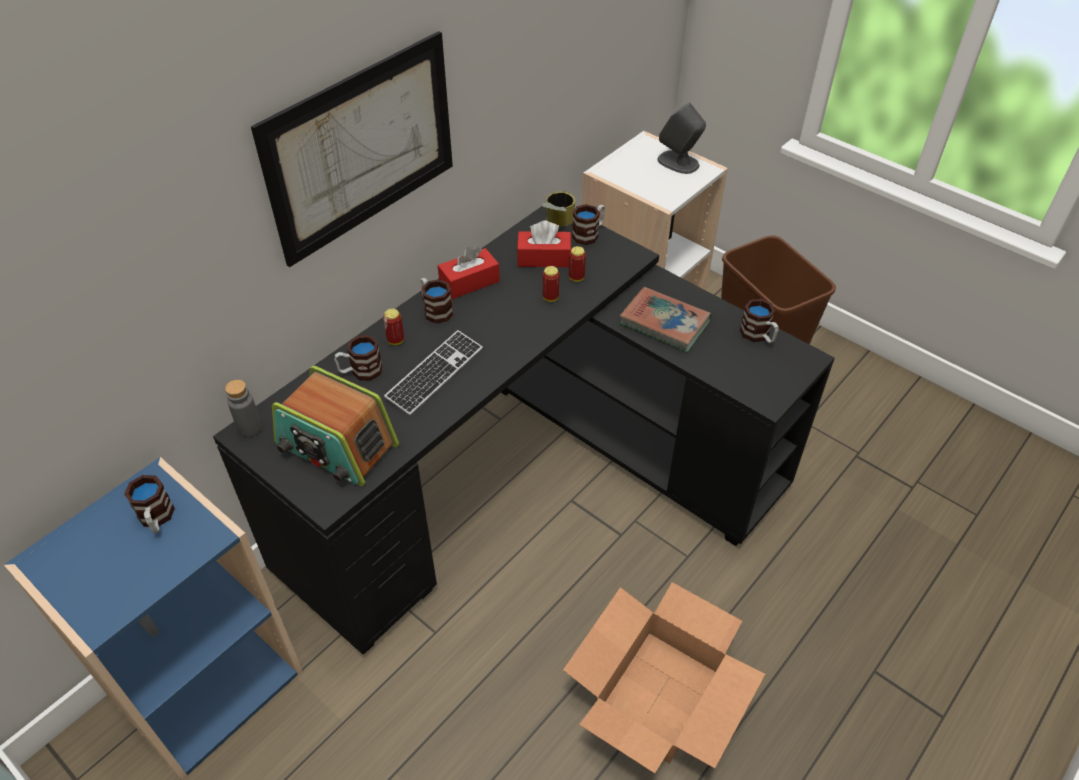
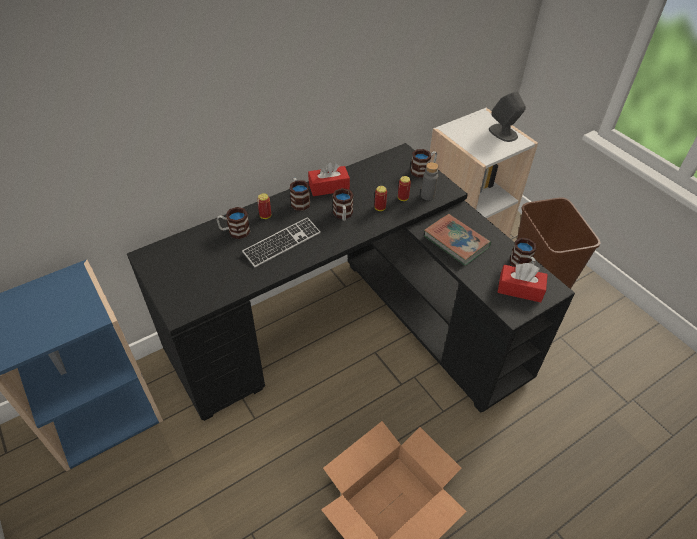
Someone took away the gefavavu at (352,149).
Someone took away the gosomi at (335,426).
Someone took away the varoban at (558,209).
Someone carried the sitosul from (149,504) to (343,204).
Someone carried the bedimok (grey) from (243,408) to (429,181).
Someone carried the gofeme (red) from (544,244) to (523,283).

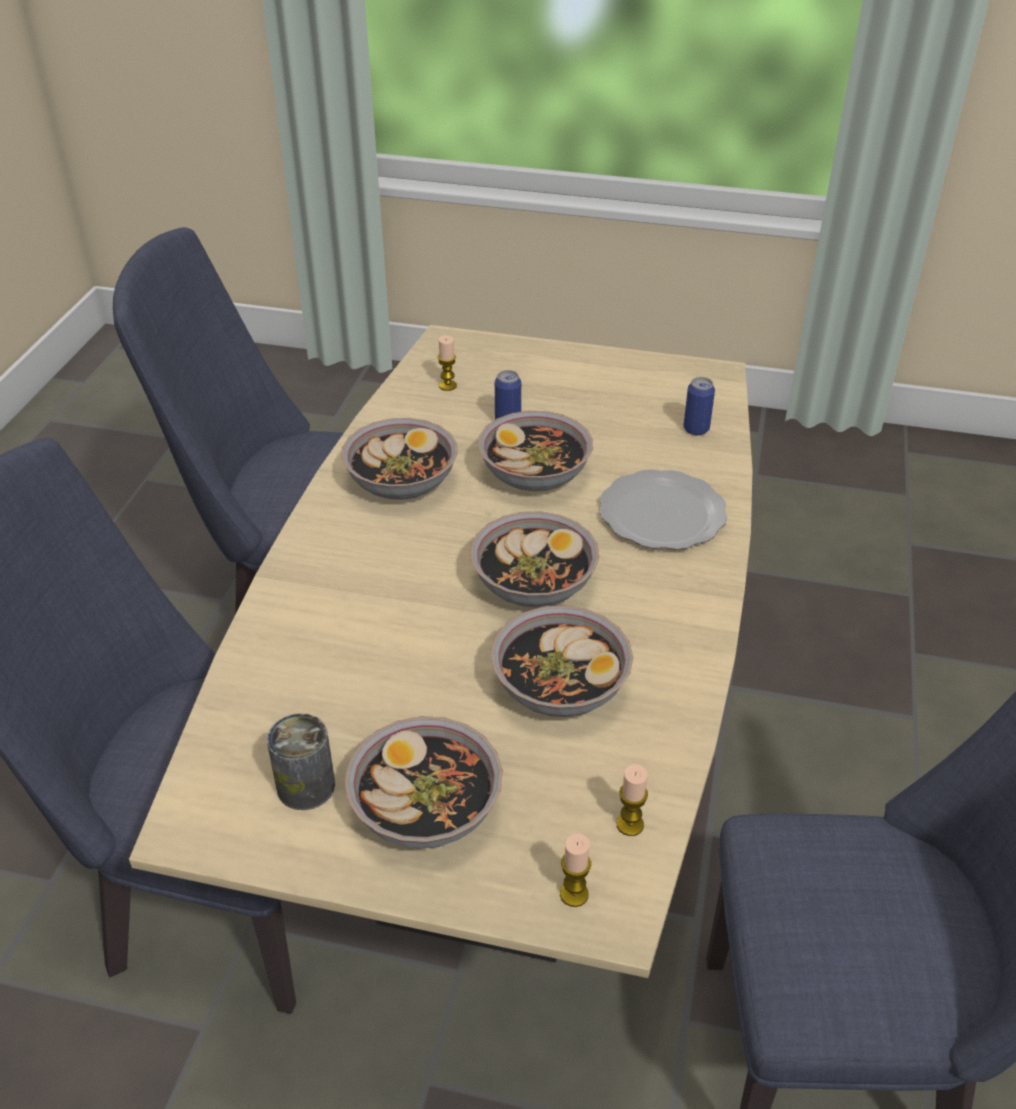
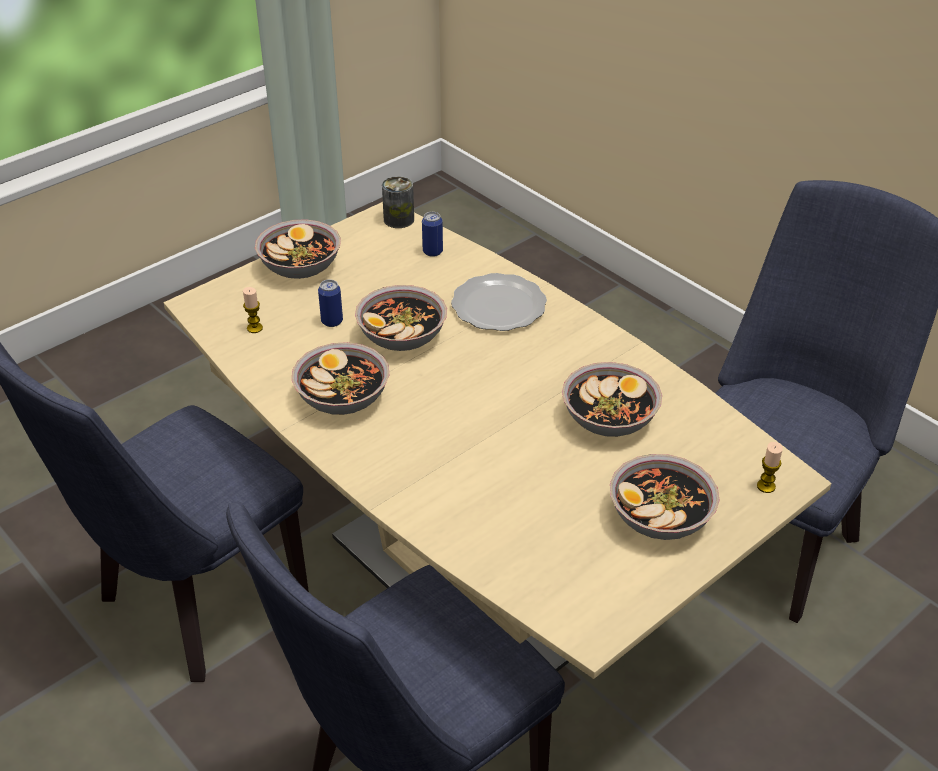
Someone took away the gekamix at (632,800).
Someone carried the varoban from (301,761) to (398,202).
Someone carried the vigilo from (534,559) to (298,249).

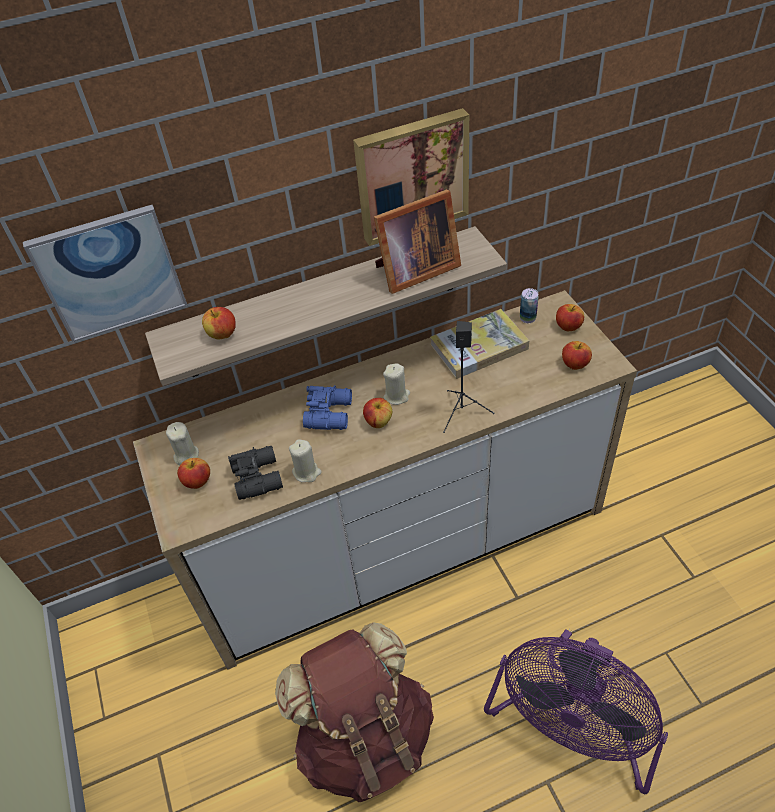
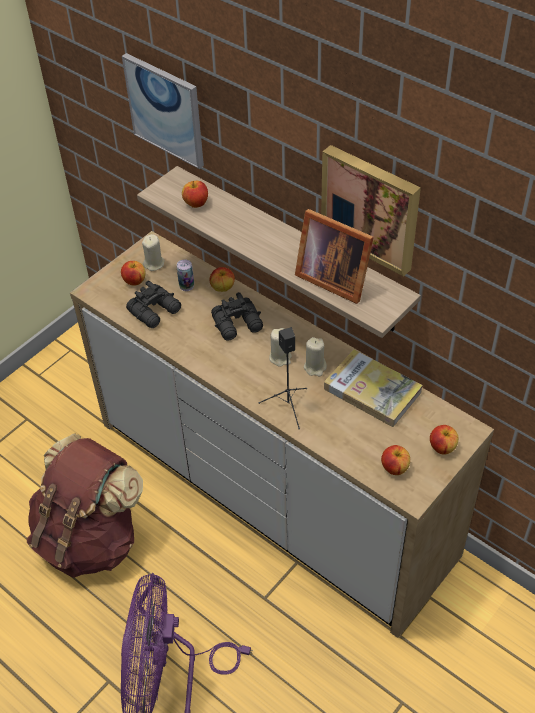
Someone carried the gekamix (beige) from (305,461) to (315,356).
Someone carried the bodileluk from (377,413) to (222,279).
Someone carried the varoban from (529,305) to (185,275).
Someone repainted the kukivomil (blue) at (327,407), which became the kukivomil (black) at (237,316).

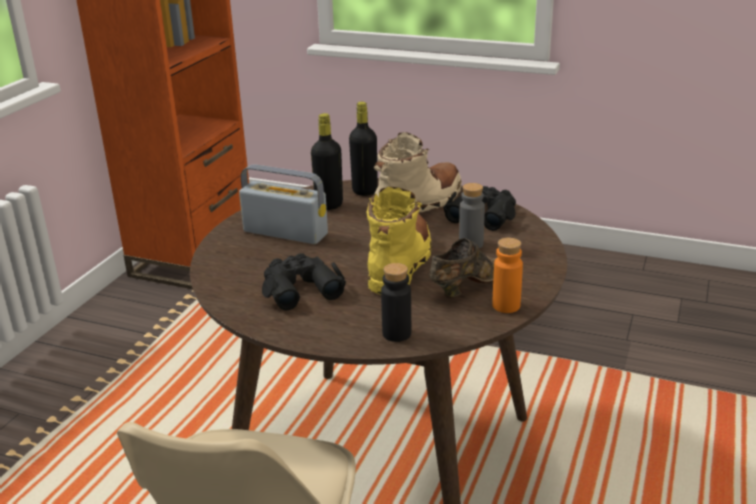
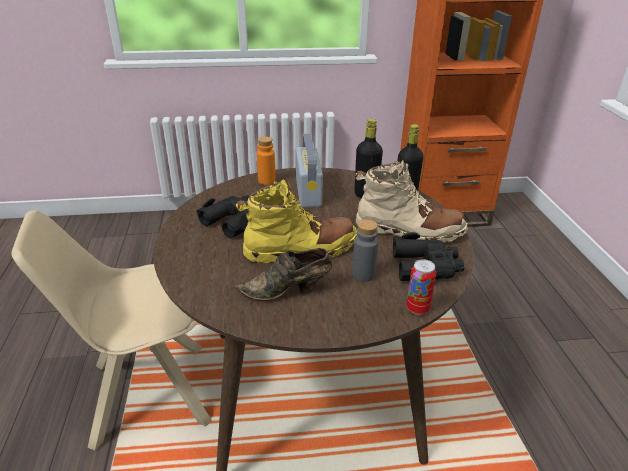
Someone took away the bedimok (black) at (396,302).
Someone put down the varoban at (421,287).
Someone carried the bedimok (orange) from (507,275) to (266,160).
Someone rotated the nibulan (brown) at (462,268) by 150 degrees clockwise.

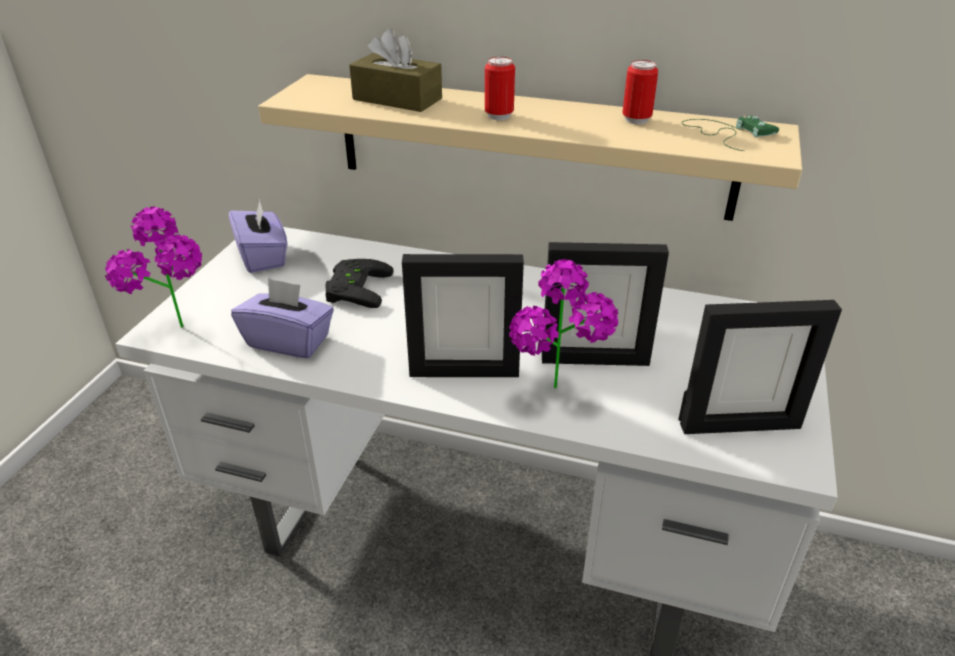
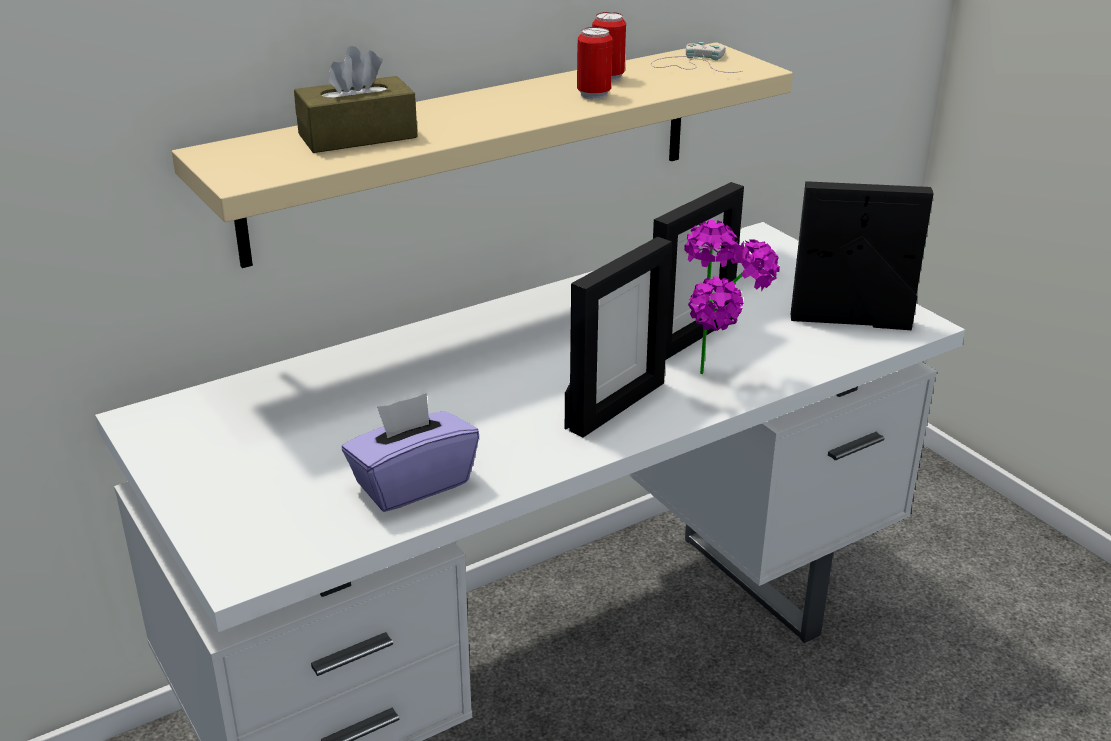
Someone took away the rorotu at (153,267).
Someone took away the gofeme (purple) at (258,236).
Someone took away the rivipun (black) at (359,283).
Someone carried the varoban from (500,88) to (595,63).
Someone repainted the rivipun (green) at (730,133), which became the rivipun (white) at (697,57).
Someone rotated the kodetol at (760,367) by 120 degrees counterclockwise.

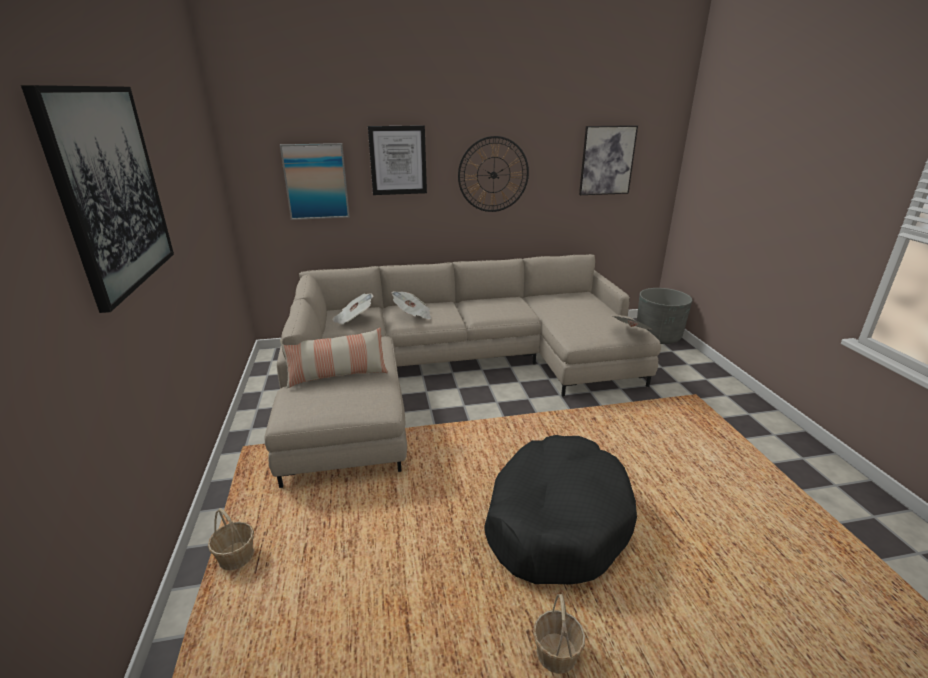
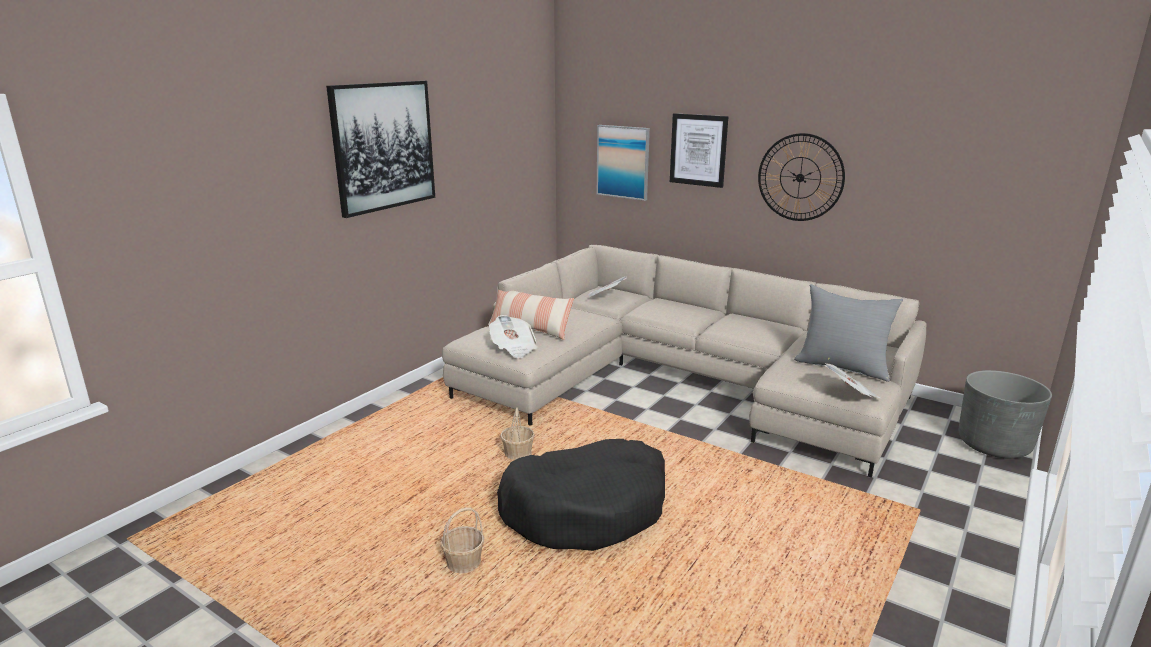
Someone took away the gefavavu at (608,160).
Someone put down the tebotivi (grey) at (848,333).
Someone carried the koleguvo from (231,539) to (517,433).
Someone carried the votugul from (411,305) to (513,337).

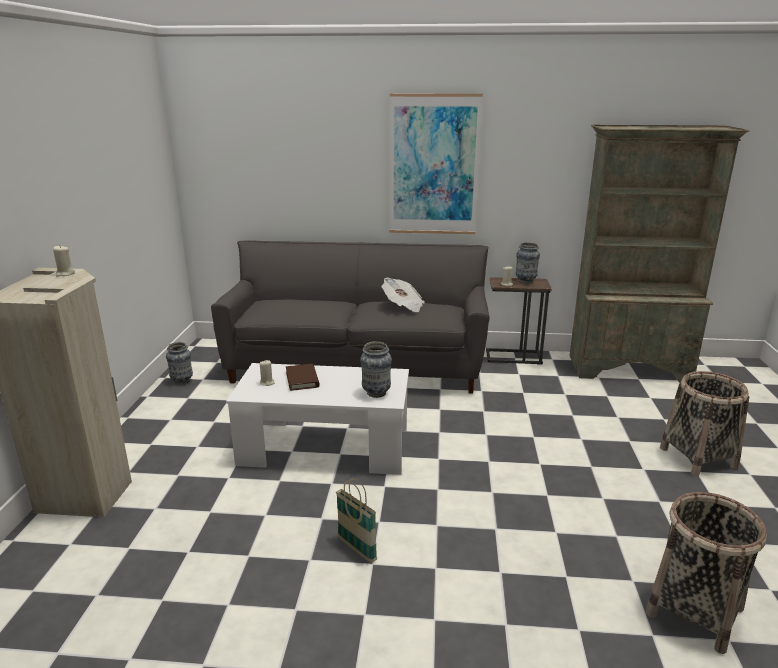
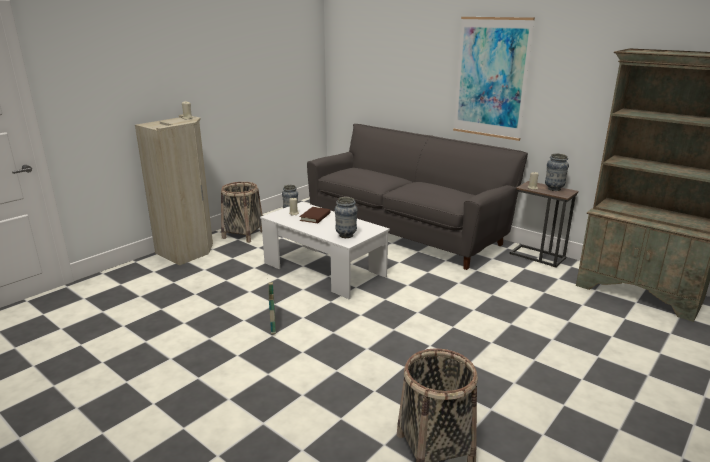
Someone took away the votugul at (403,295).
Someone carried the koleguvo from (704,423) to (242,212).

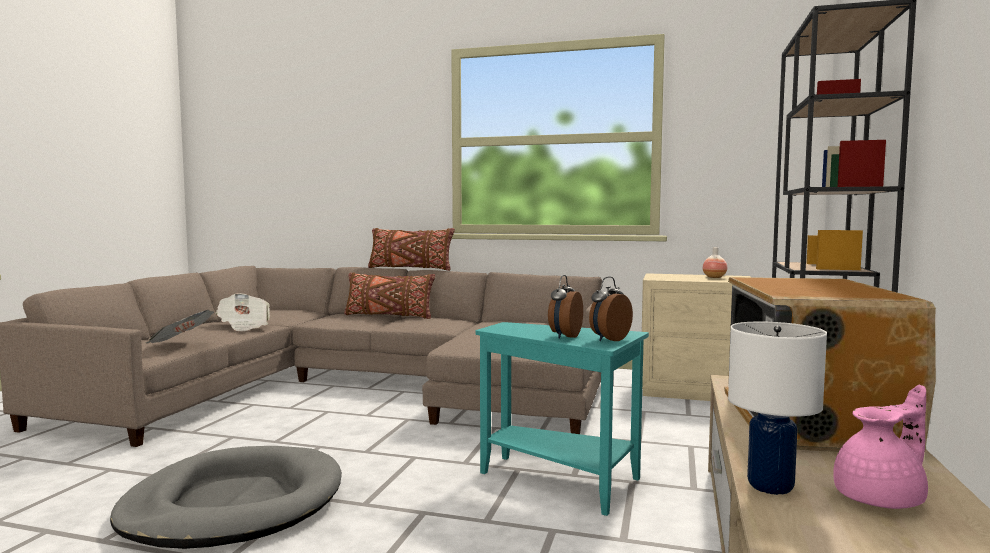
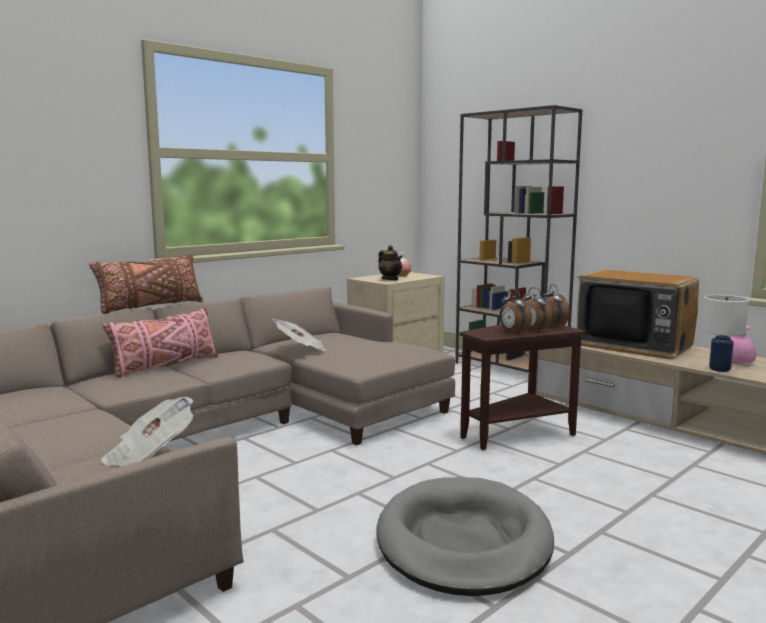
Someone put down the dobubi at (390,262).
Someone put down the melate at (515,311).
Someone carried the votugul from (243,312) to (299,335).
Someone repainted the tebotivi (brown) at (389,295), which became the tebotivi (pink) at (160,342).
Someone repainted the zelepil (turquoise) at (562,419), which became the zelepil (brown) at (523,387).

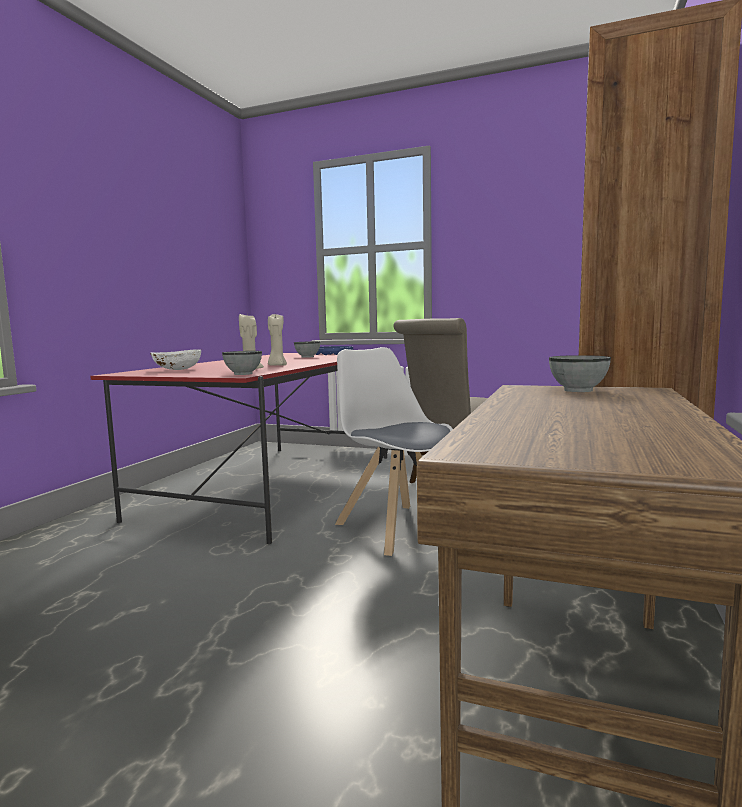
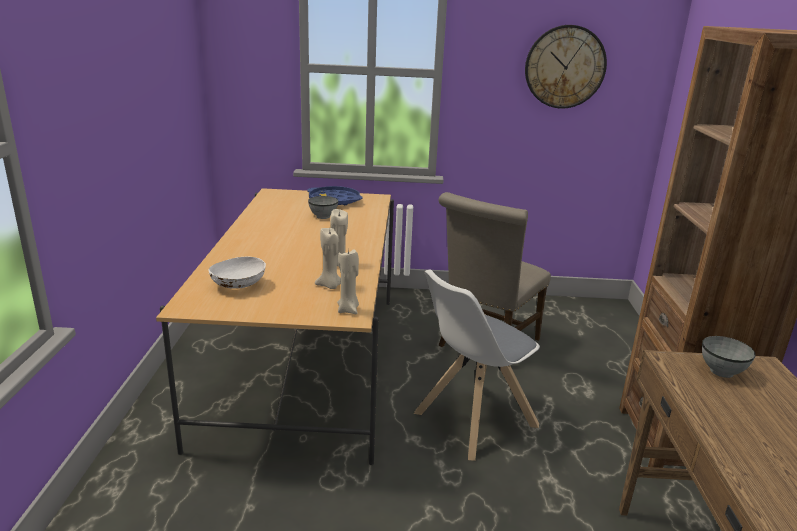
Someone put up the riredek at (566,67).
Someone swapped the vigilo (grey) at (242,363) for the gekamix (beige) at (348,281).
Someone repainted the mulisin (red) at (238,448), which became the mulisin (beige) at (275,326).
Someone rotated the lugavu at (394,451) by 75 degrees counterclockwise.

